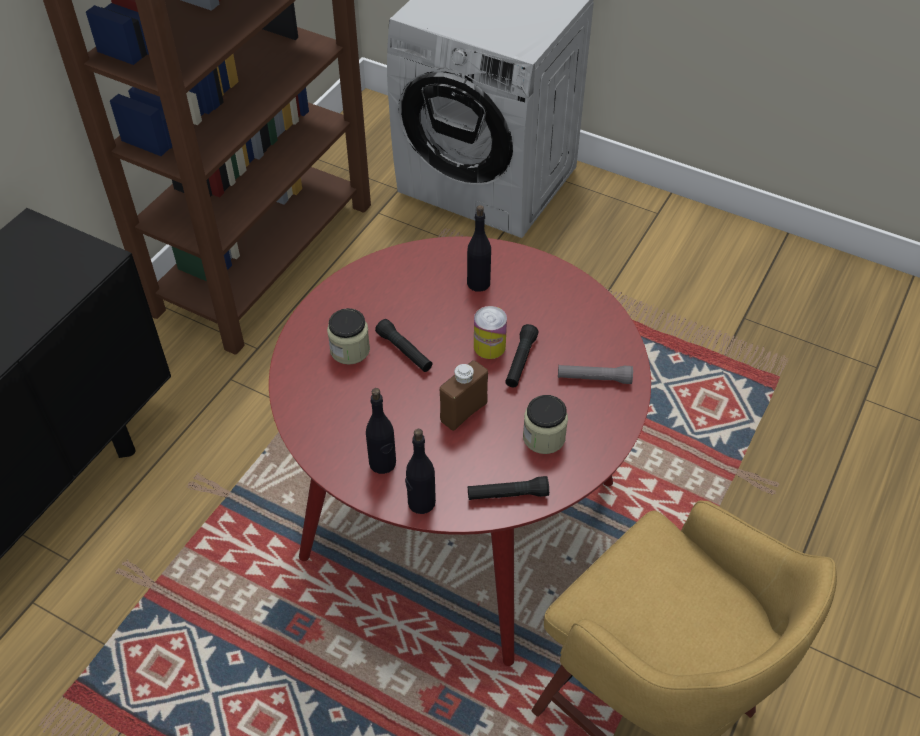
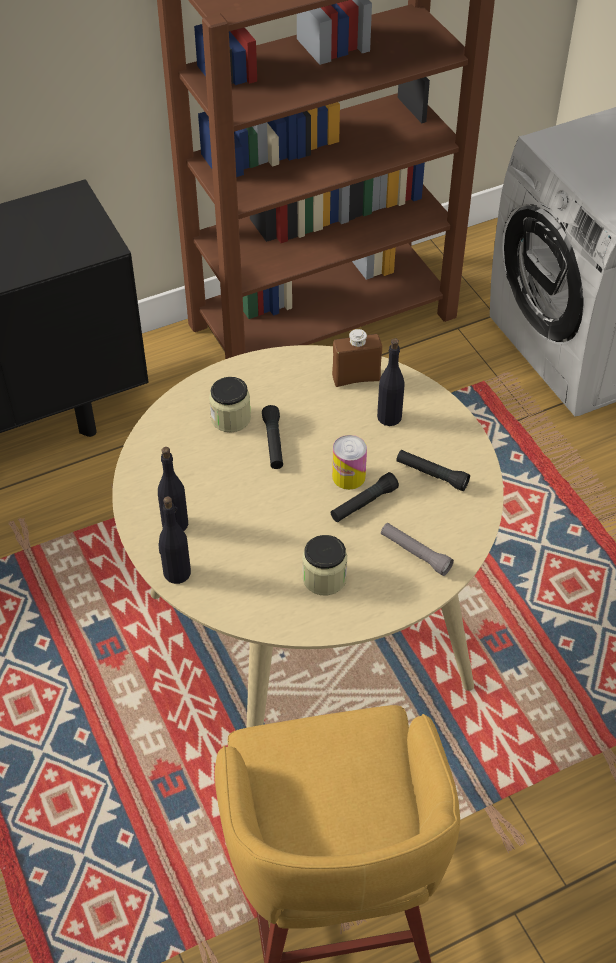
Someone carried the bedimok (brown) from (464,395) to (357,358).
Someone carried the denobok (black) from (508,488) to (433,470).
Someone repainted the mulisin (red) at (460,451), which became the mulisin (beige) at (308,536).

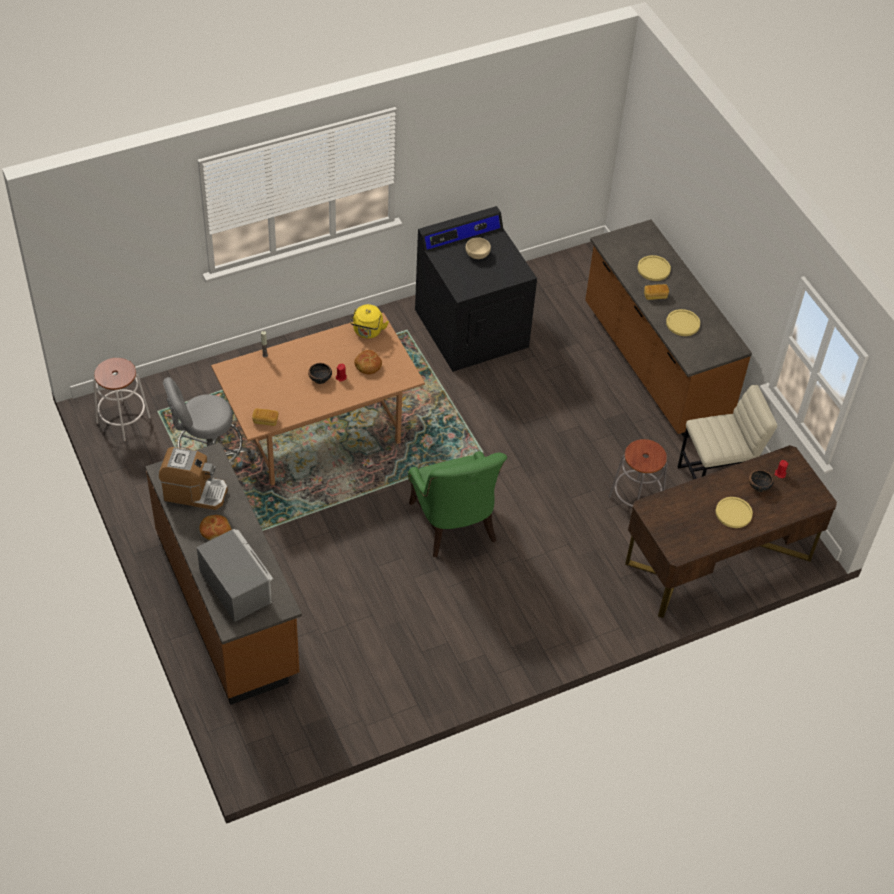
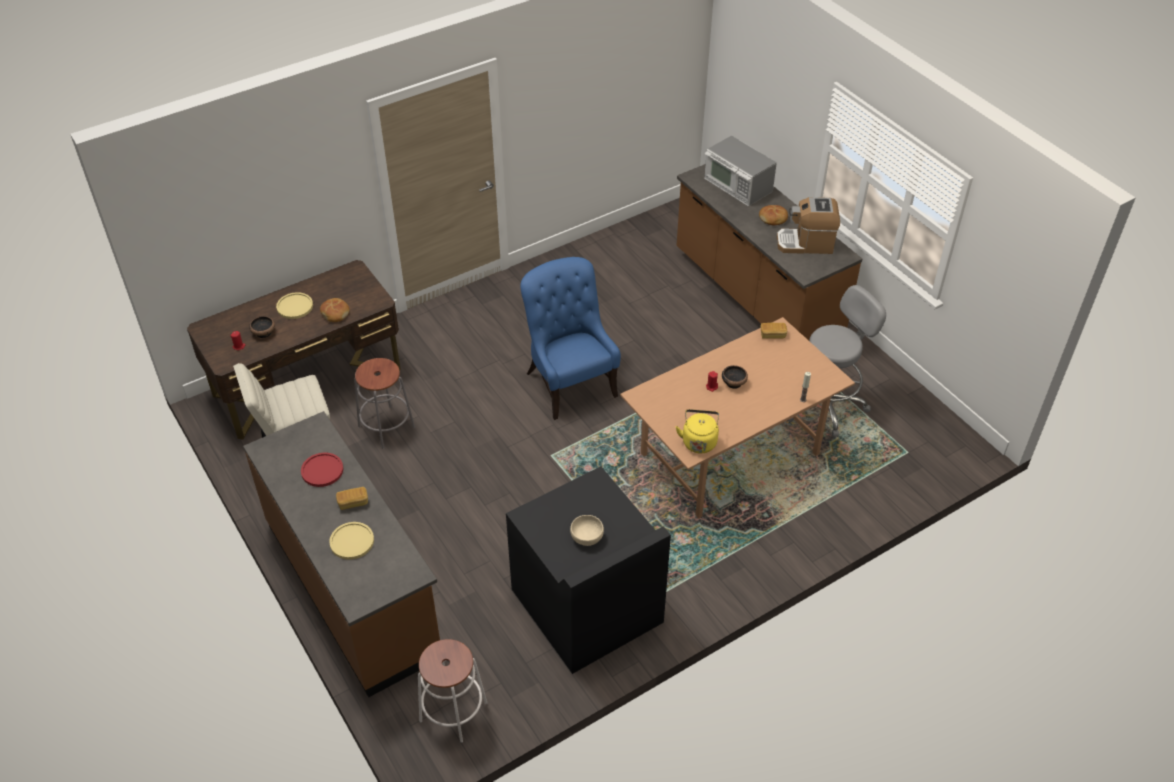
Someone carried the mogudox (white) from (122,399) to (452,691).
Someone carried the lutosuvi from (368,362) to (335,310).
Someone repainted the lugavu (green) at (457,504), which became the lugavu (blue) at (570,338).
Someone repainted the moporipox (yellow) at (683,322), which became the moporipox (red) at (322,470).

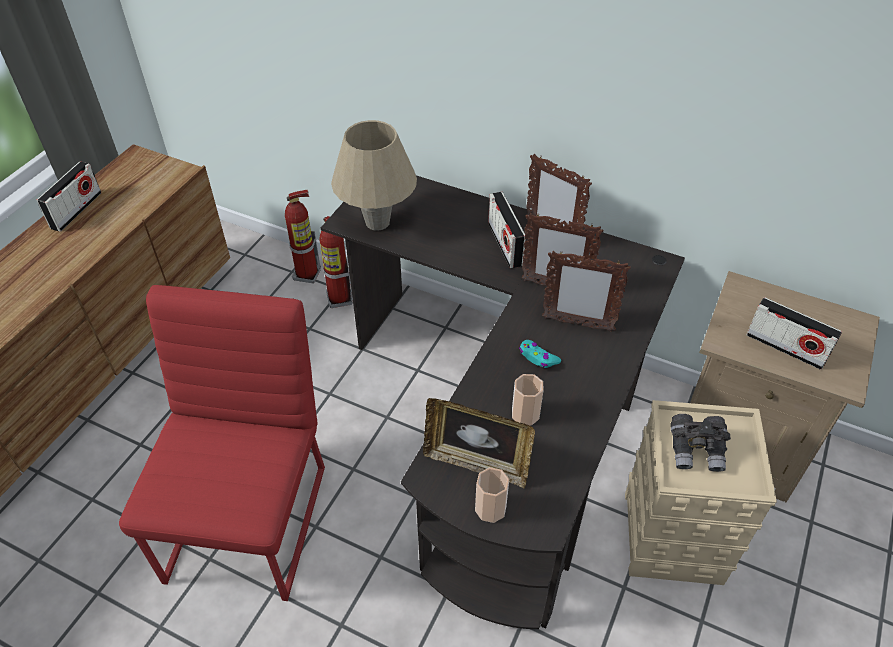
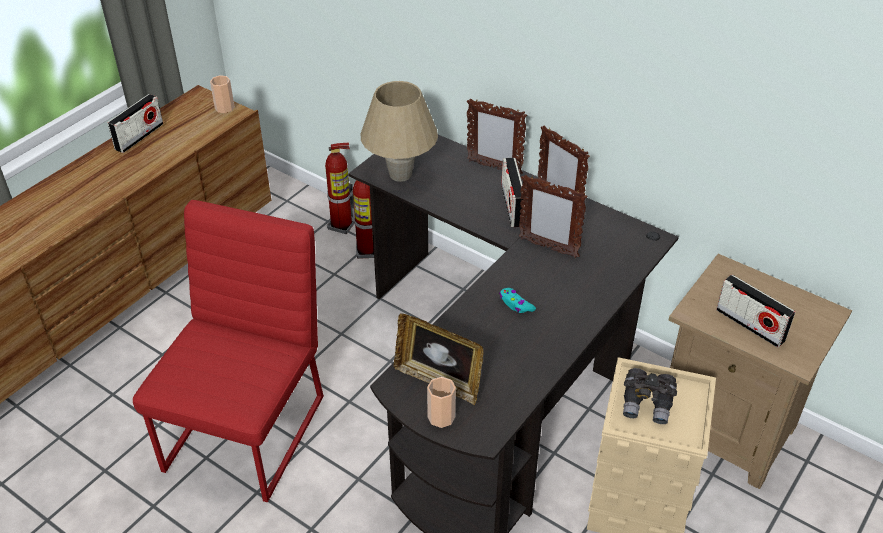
Someone carried the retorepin from (528,400) to (222,94).
Someone carried the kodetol from (586,291) to (497,136).

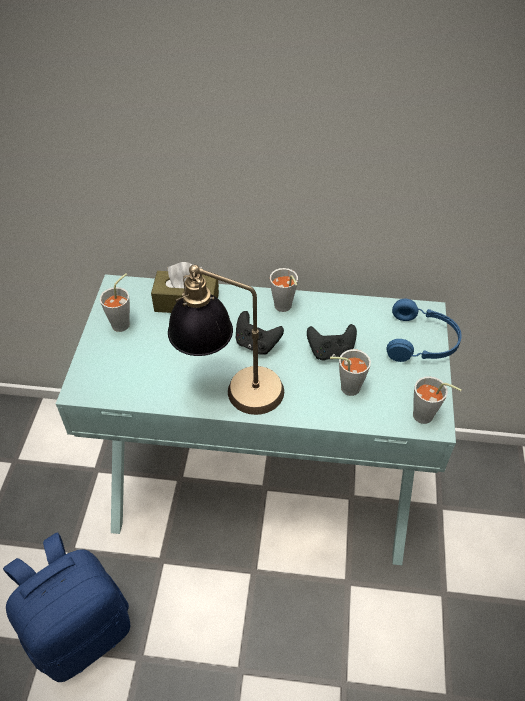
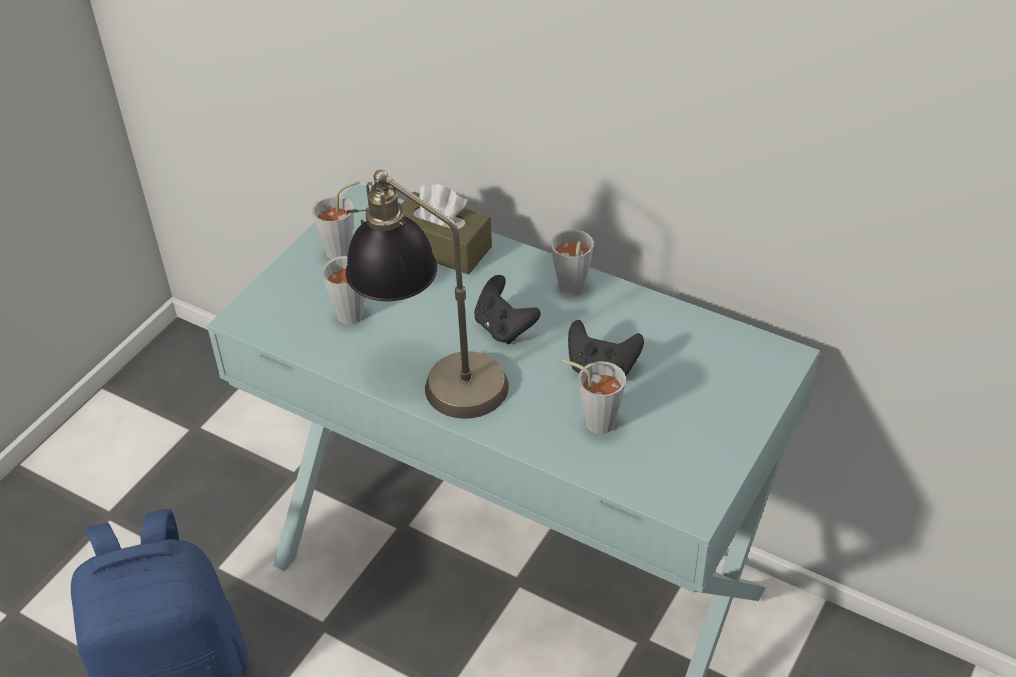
Someone took away the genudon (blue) at (424,330).
Someone carried the retorepin (grey) from (437,400) to (343,290).

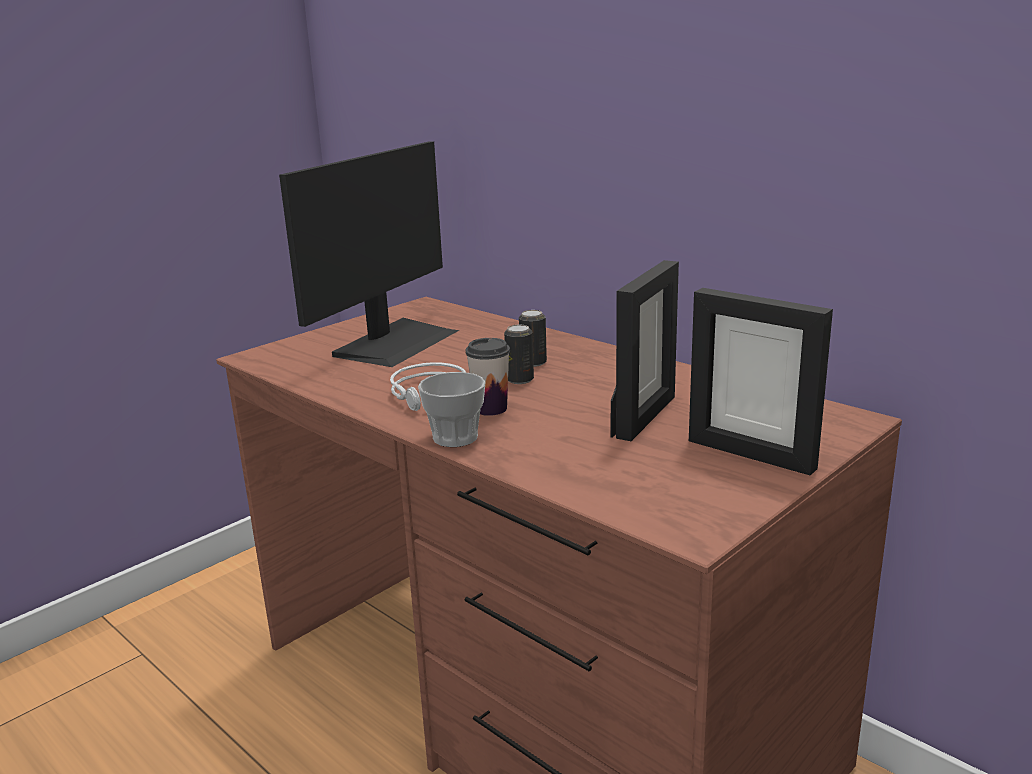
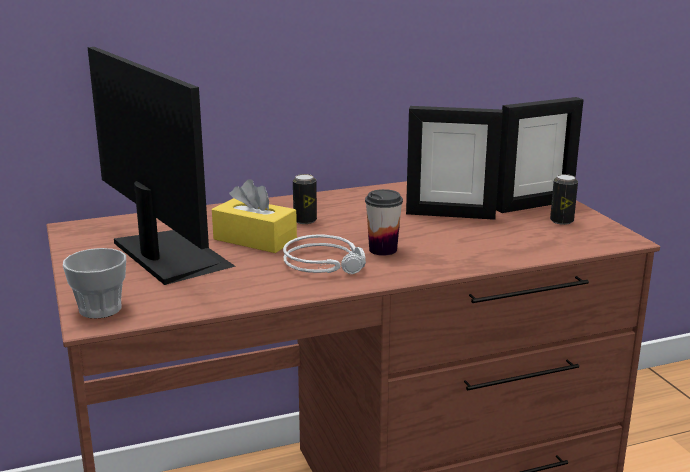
Someone put down the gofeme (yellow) at (254,216).
Someone carried the retorepin from (452,409) to (94,283).
Someone carried the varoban from (519,354) to (564,199).
Someone rotated the kodetol at (645,350) by 135 degrees clockwise.

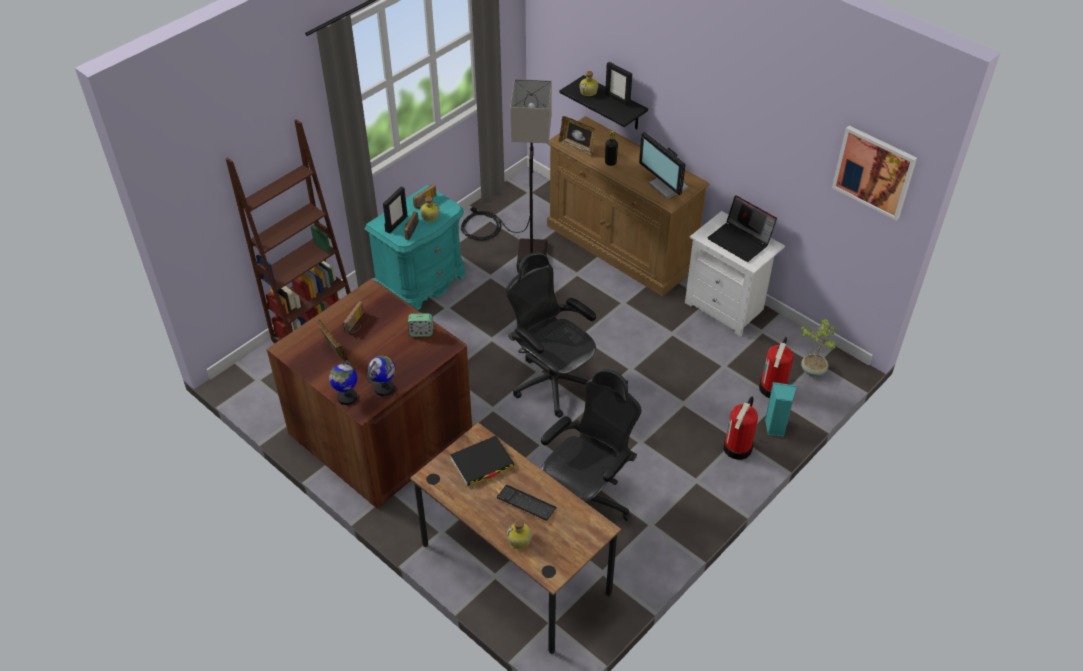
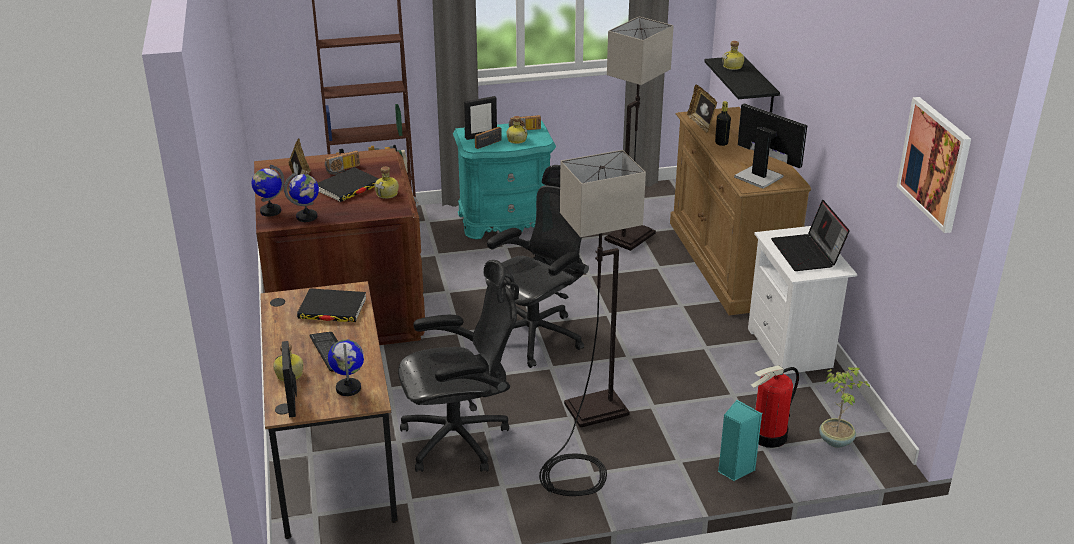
Someone took away the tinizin at (740,428).
Someone put down the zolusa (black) at (348,184).
Someone put down the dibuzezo at (346,367).
Someone put down the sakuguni at (592,323).
Someone carried the kodetol from (618,84) to (289,379).
Someone swapped the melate at (420,325) for the bedimok at (386,183).
Someone rotated the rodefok at (551,335) by 45 degrees clockwise.
Someone rotated the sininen at (664,165) by 135 degrees clockwise.

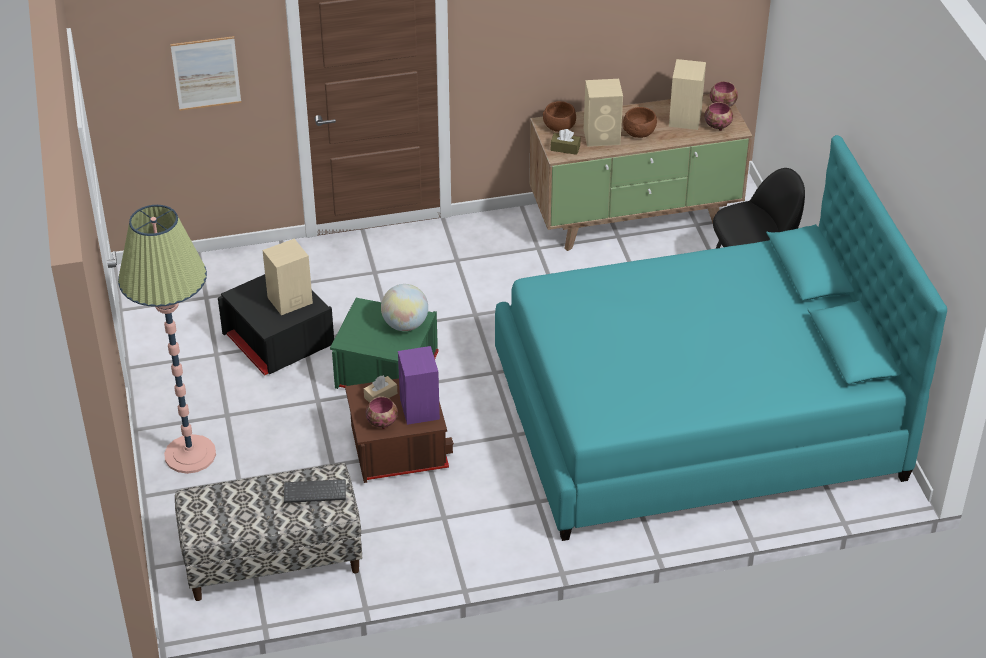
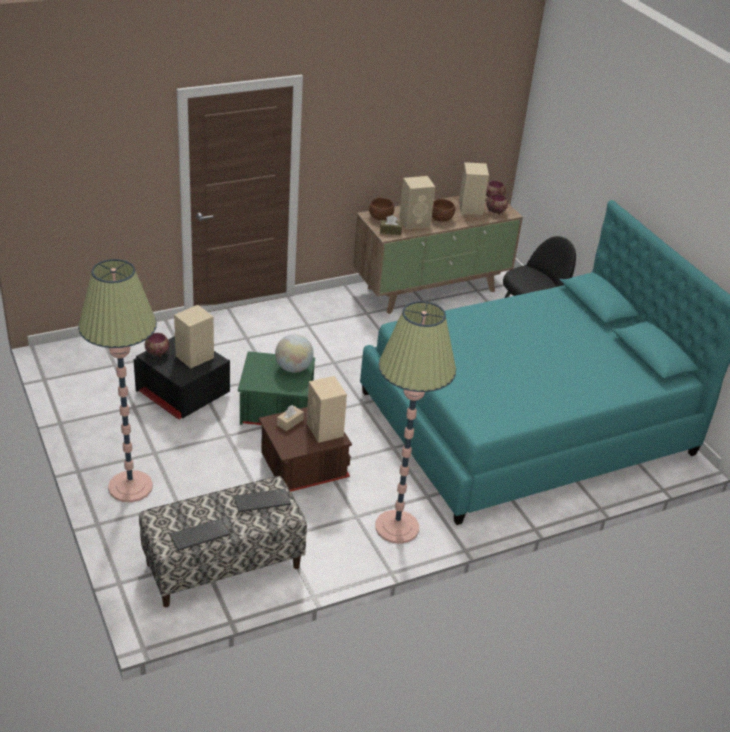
Someone took away the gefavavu at (205,73).
Someone put down the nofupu at (199,535).
Someone put down the sakuguni at (415,422).
Someone carried the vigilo from (382,413) to (157,345).
Someone repainted the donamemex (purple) at (419,385), which became the donamemex (beige) at (327,409).

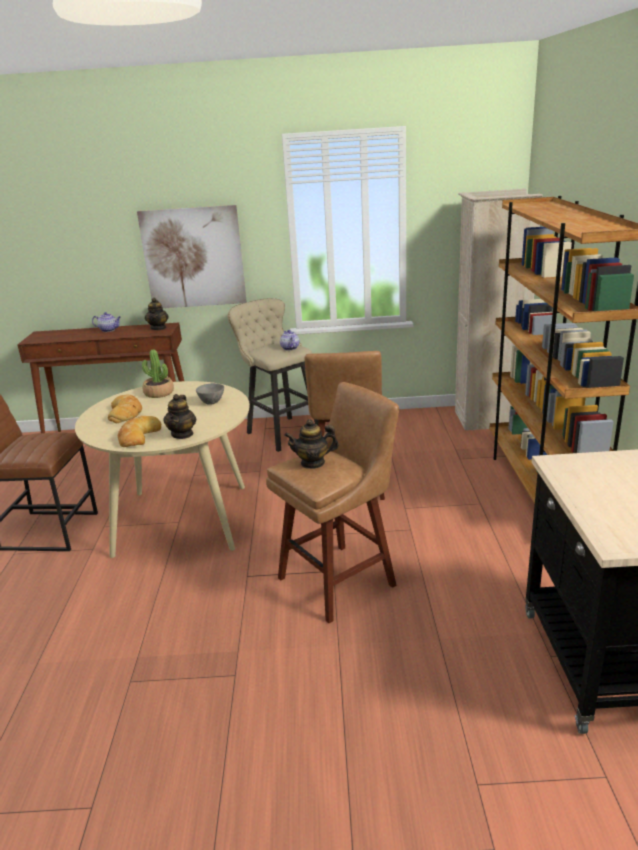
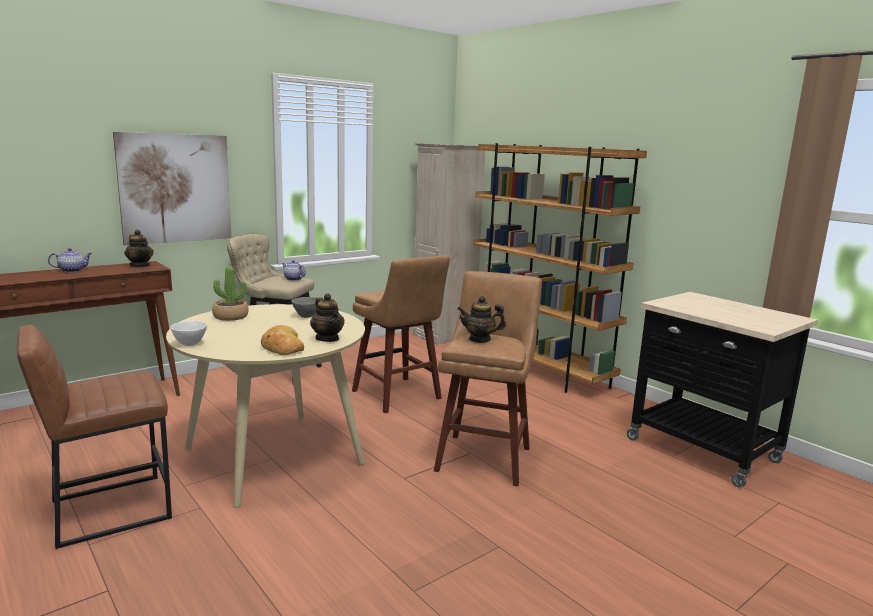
Someone took away the lutosuvi at (125,409).
Someone put down the vigilo (white) at (188,333).
Someone rotated the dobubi at (311,444) by 45 degrees clockwise.

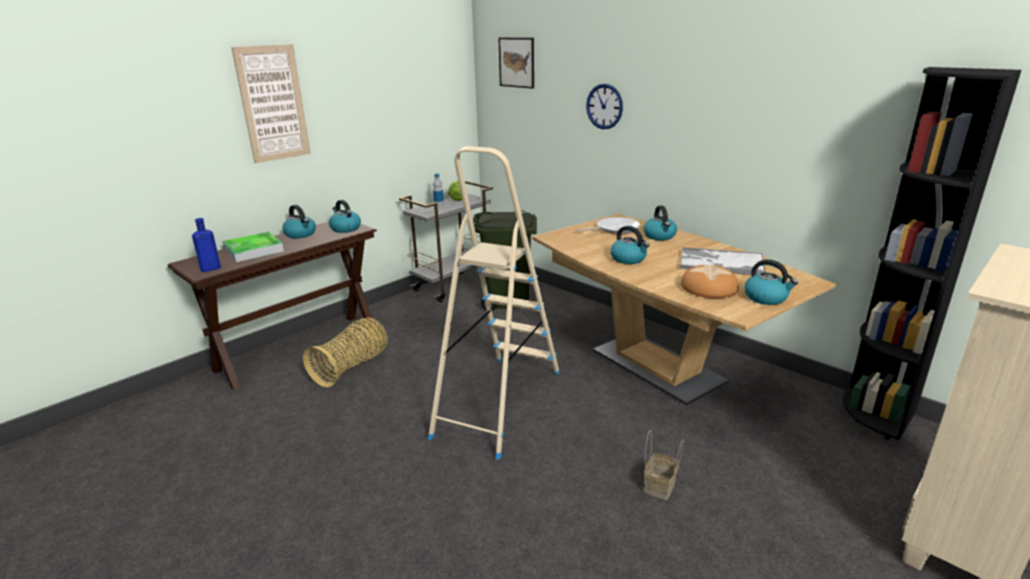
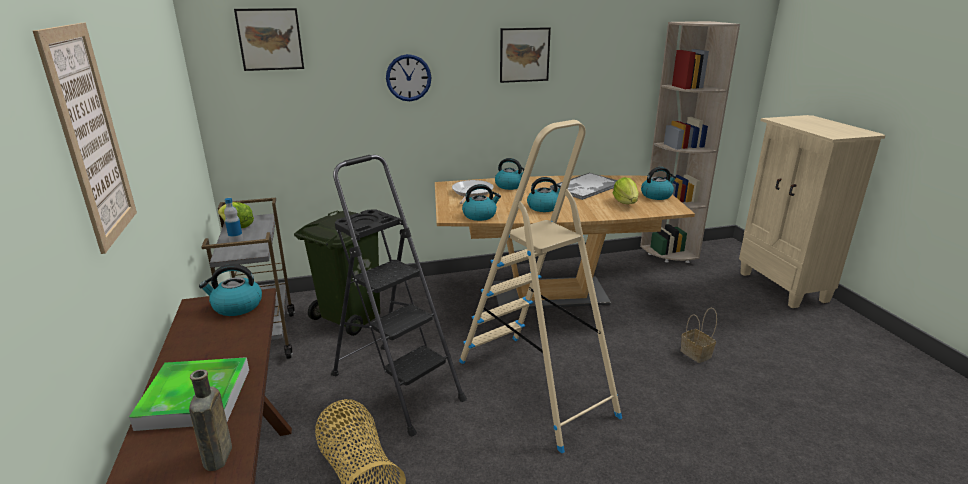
Someone put down the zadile at (399,295).
Someone put up the gefavavu at (525,55).
Someone carried the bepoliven from (299,221) to (481,202).
Someone swapped the lutosuvi at (710,281) for the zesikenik at (626,190).
Someone repainted the bedimok (blue) at (206,245), which became the bedimok (brown) at (210,420).
Someone repainted the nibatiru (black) at (932,253), which became the nibatiru (beige) at (690,142).

